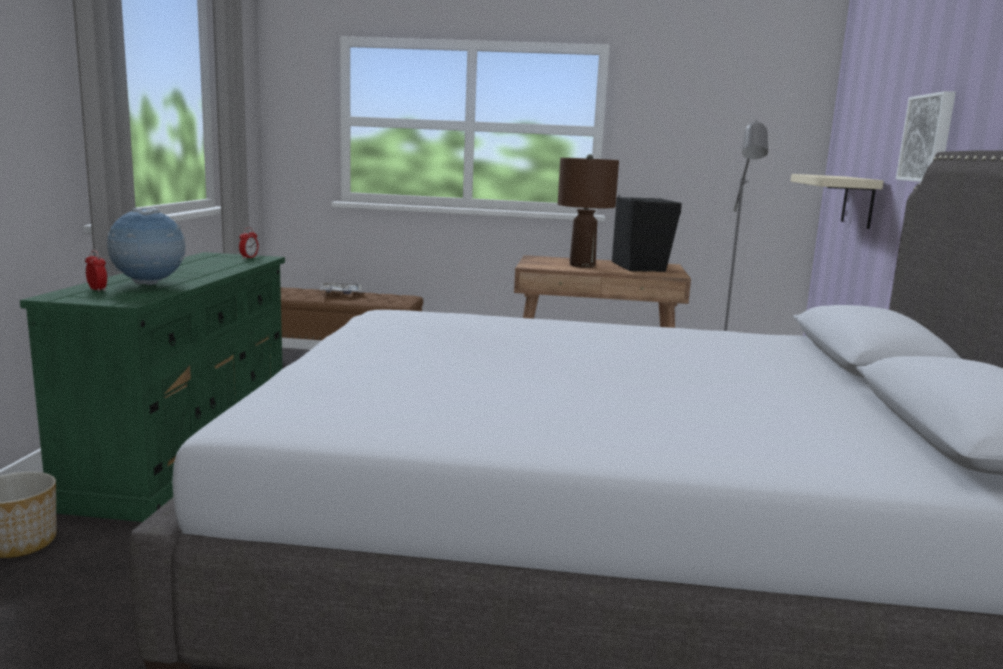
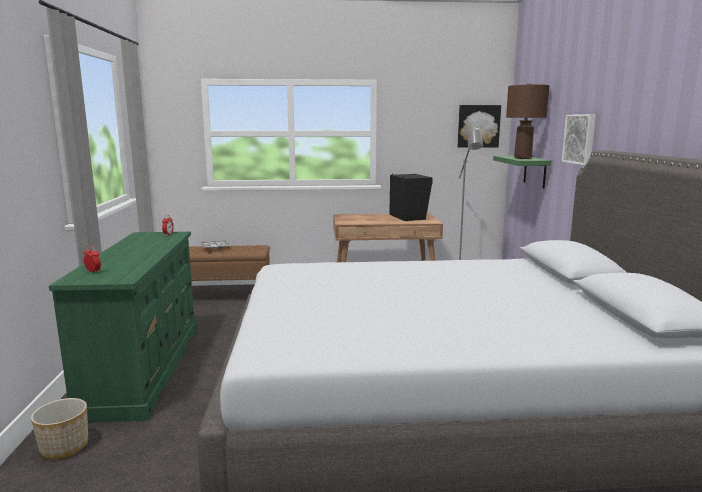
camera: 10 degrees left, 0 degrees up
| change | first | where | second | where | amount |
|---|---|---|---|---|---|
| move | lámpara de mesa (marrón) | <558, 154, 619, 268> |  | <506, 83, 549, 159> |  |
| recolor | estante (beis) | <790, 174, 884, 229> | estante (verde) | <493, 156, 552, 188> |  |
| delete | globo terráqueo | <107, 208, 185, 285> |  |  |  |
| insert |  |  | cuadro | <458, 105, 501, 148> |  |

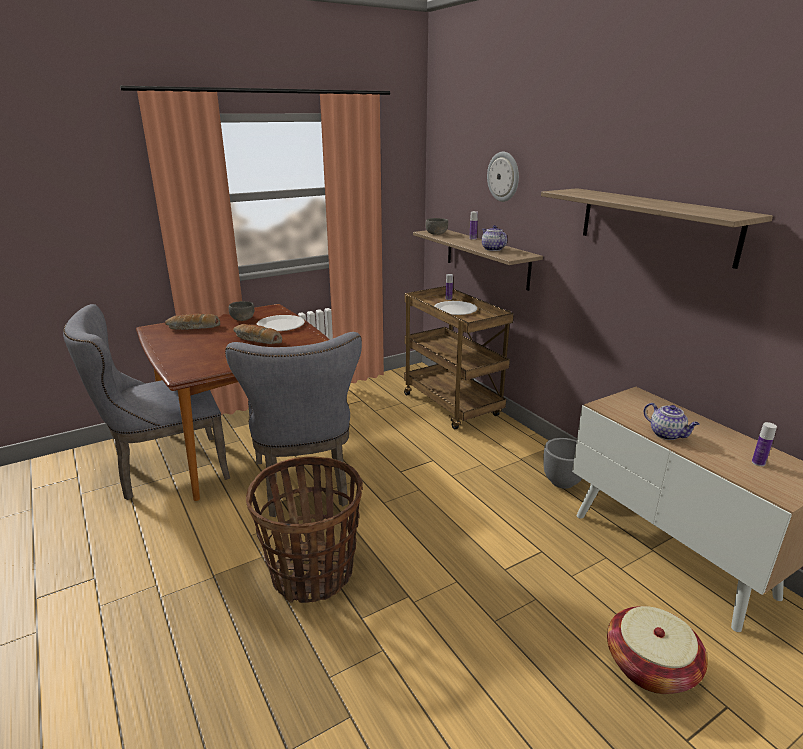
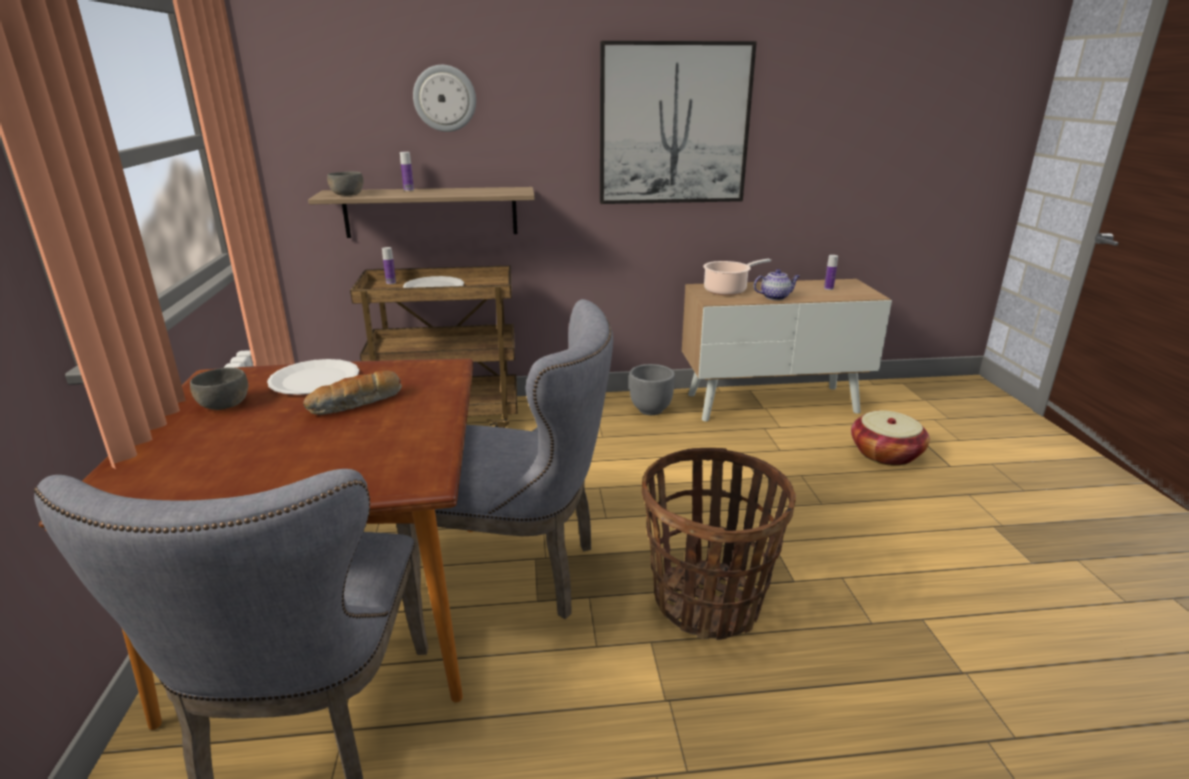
camera: 65 degrees left, 0 degrees up
| change | first | where | second | where | amount |
|---|---|---|---|---|---|
| replace | estante | <541, 188, 773, 269> | cuadro | <600, 41, 757, 204> |  |
| delete | tetera | <482, 225, 507, 251> |  |  |  |
| delete | pan | <165, 313, 220, 330> |  |  |  |
| insert |  |  | olla | <703, 259, 771, 296> |  |

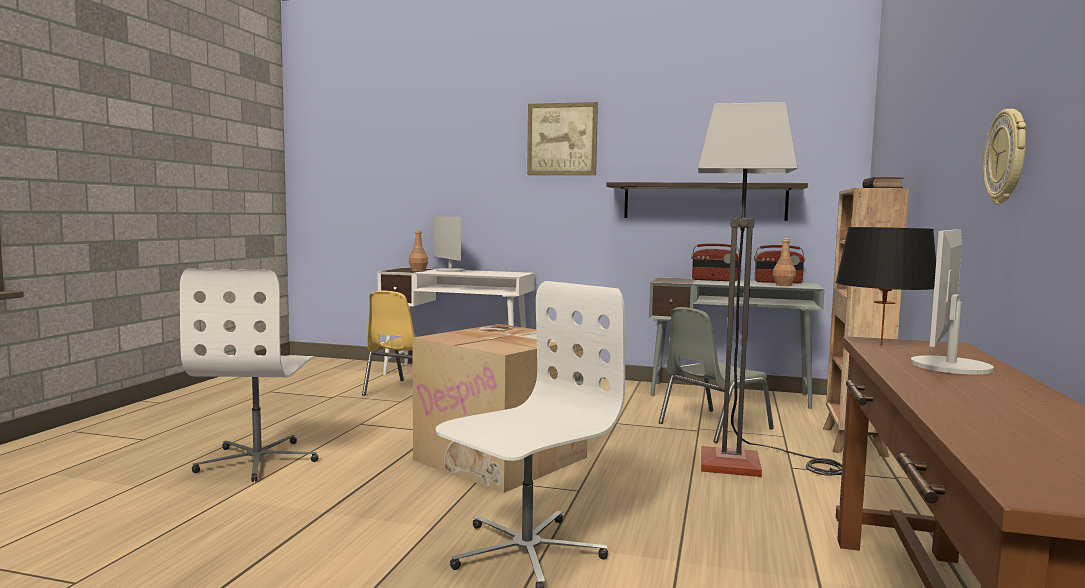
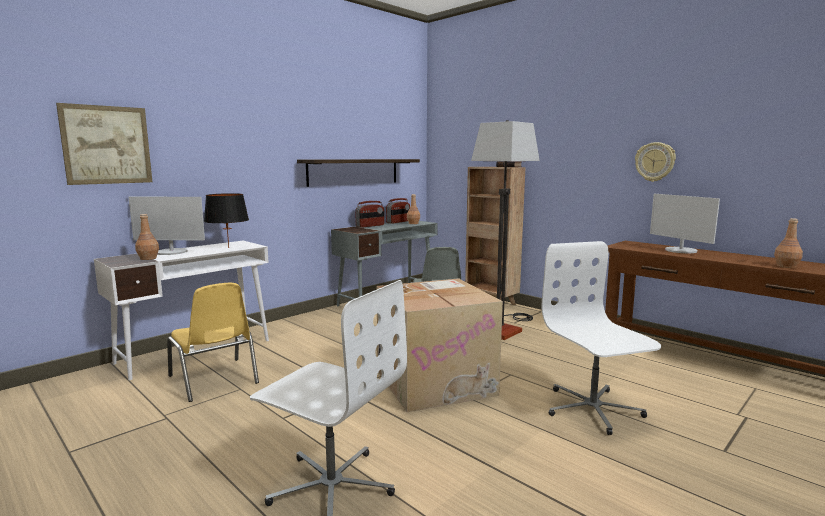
camera: 60 degrees left, 5 degrees up
| change | first | where | second | where | amount |
|---|---|---|---|---|---|
| move | cuadro | <527, 102, 598, 175> |  | <56, 103, 152, 185> |  |
| move | lámpara de mesa (negro) | <835, 227, 936, 346> |  | <204, 193, 249, 248> |  |
| insert |  |  | botella (marrón) | <774, 218, 803, 268> |  |

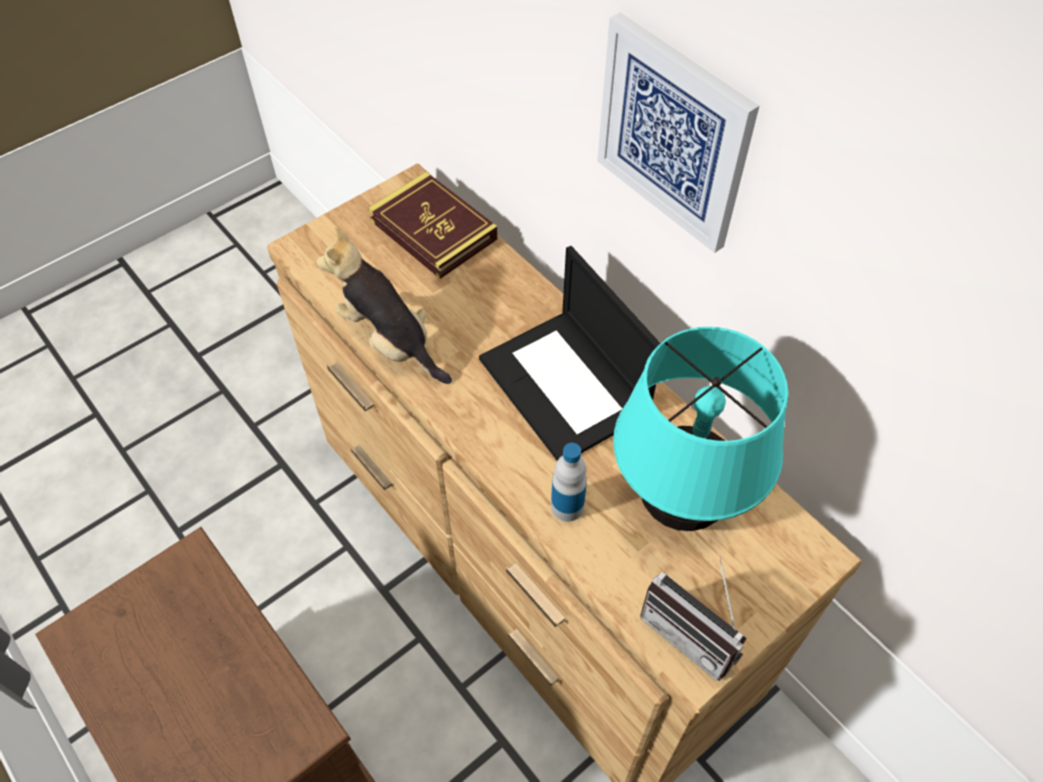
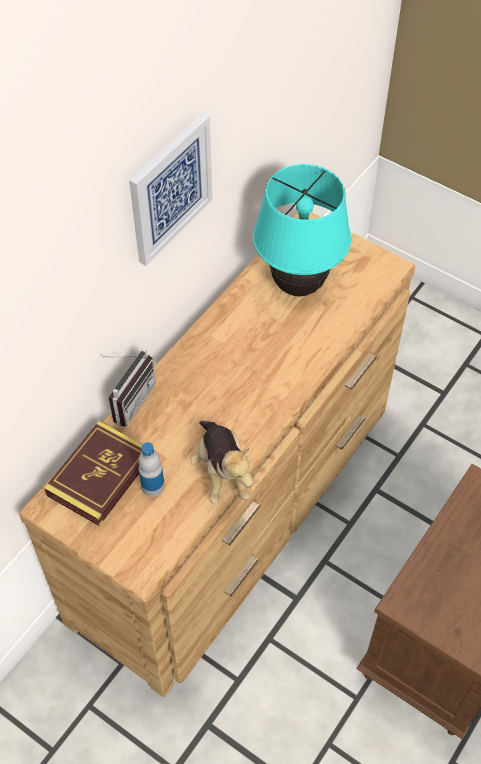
camera: 105 degrees left, 0 degrees up
| change | first | where | second | where | amount |
|---|---|---|---|---|---|
| rotate | peluche | <317, 228, 452, 384> |  | <190, 421, 253, 504> | 45 degrees counterclockwise |
| delete | portátil | <479, 246, 660, 461> |  |  |  |
| move | botella | <551, 443, 587, 522> |  | <138, 442, 165, 497> |  |
| move | radio | <640, 557, 746, 681> |  | <103, 349, 156, 427> |  |

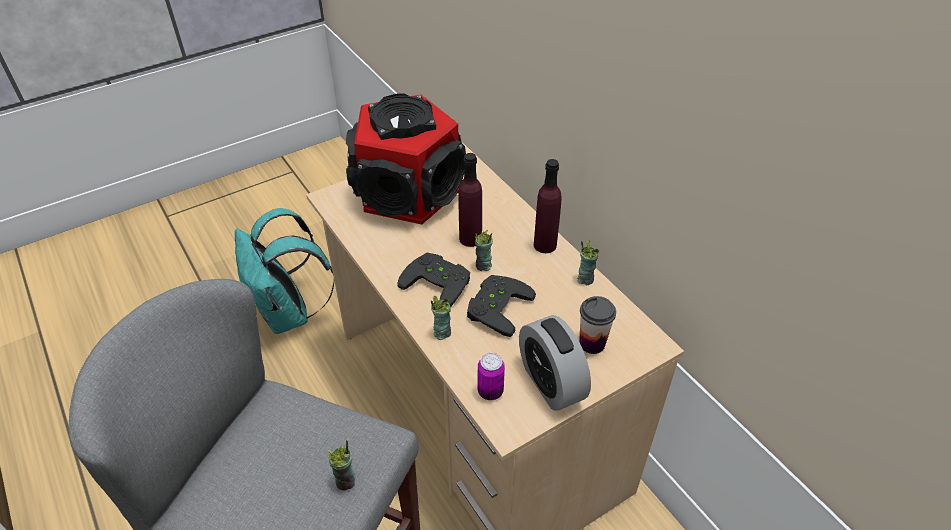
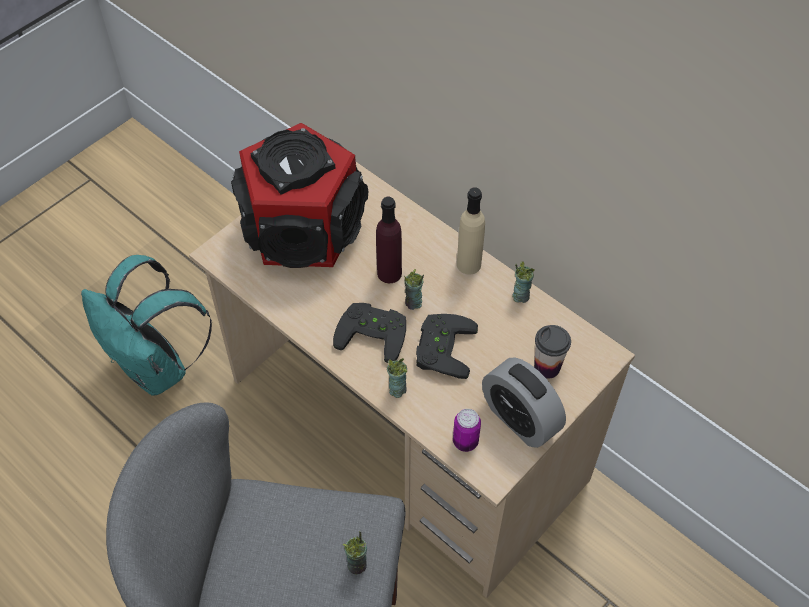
camera: 15 degrees left, 10 degrees up
| change | first | where | second | where | amount |
|---|---|---|---|---|---|
| recolor | botella (morado) | <534, 159, 562, 253> | botella (beis) | <457, 187, 485, 275> |  |

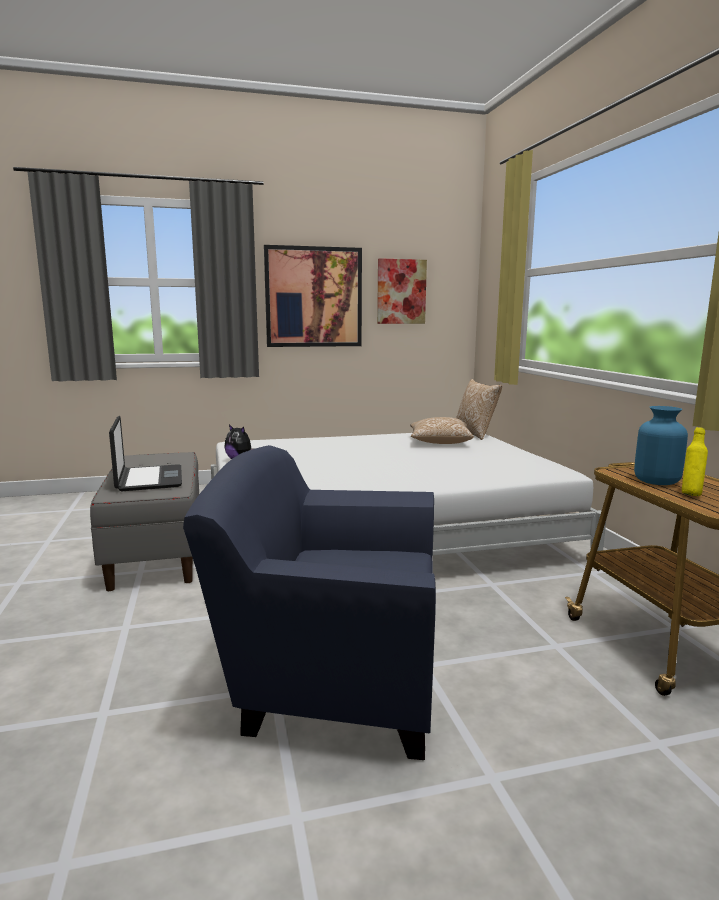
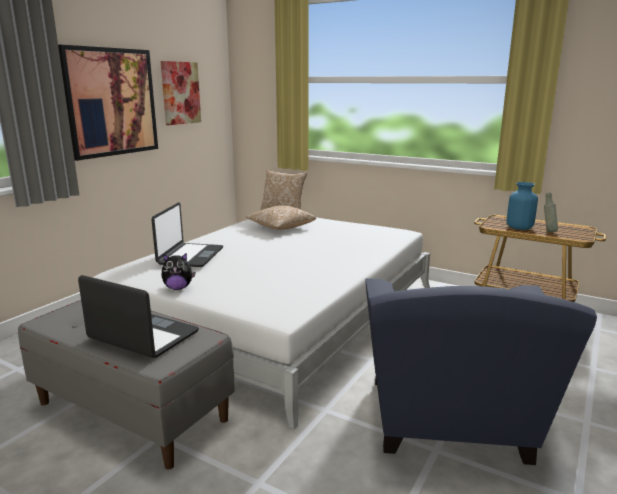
camera: 45 degrees left, 5 degrees up
| change | first | where | second | where | amount |
|---|---|---|---|---|---|
| recolor | botella (amarillo) | <682, 427, 708, 496> | botella (gris) | <544, 193, 558, 232> |  |
| rotate | sillón (azul) | <183, 445, 436, 760> |  | <366, 278, 597, 465> | 45 degrees counterclockwise |
| insert |  |  | portátil | <152, 203, 223, 267> |  |

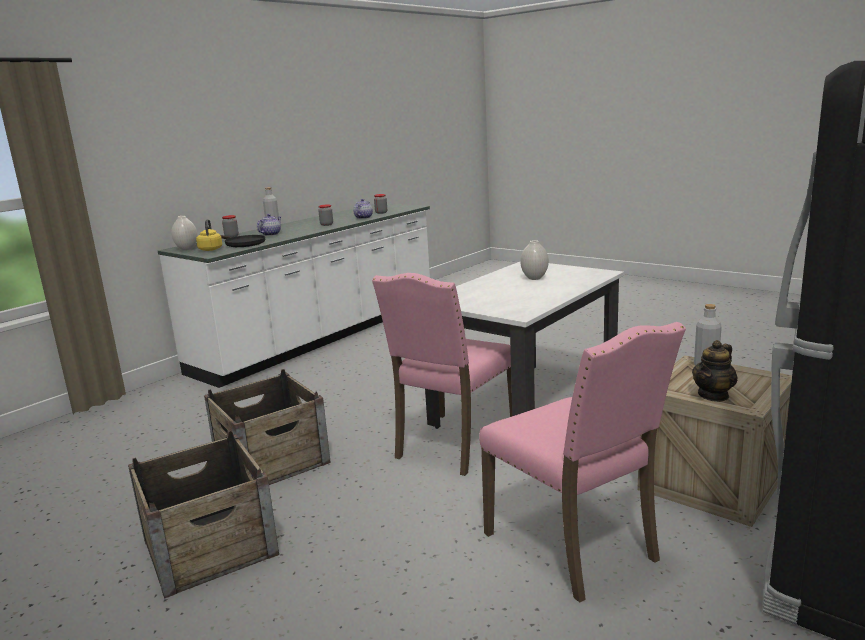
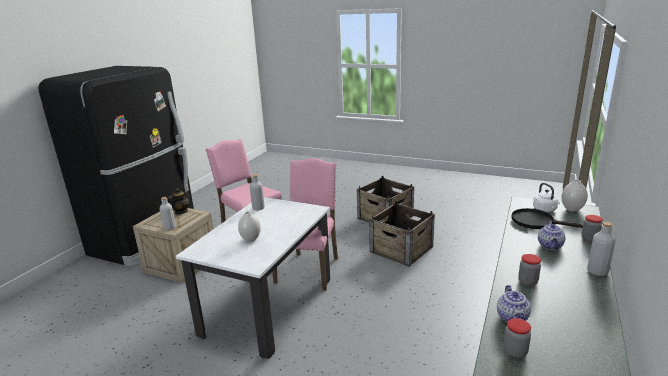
camera: 165 degrees right, 5 degrees up
| change | first | where | second | where | amount |
|---|---|---|---|---|---|
| recolor | hervidor (amarillo) | <196, 219, 222, 251> | hervidor (blanco) | <533, 183, 560, 212> |  |
| insert |  |  | botella (gris) | <250, 175, 265, 210> |  |

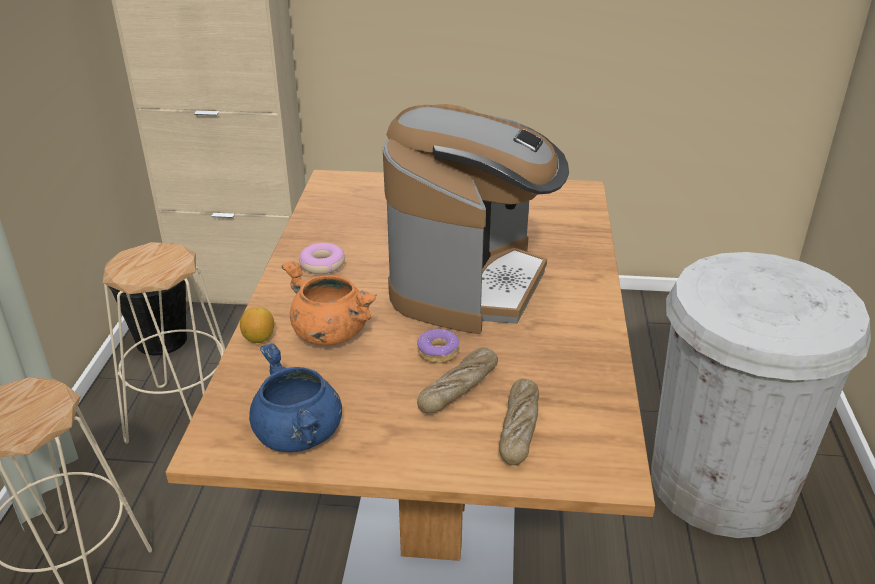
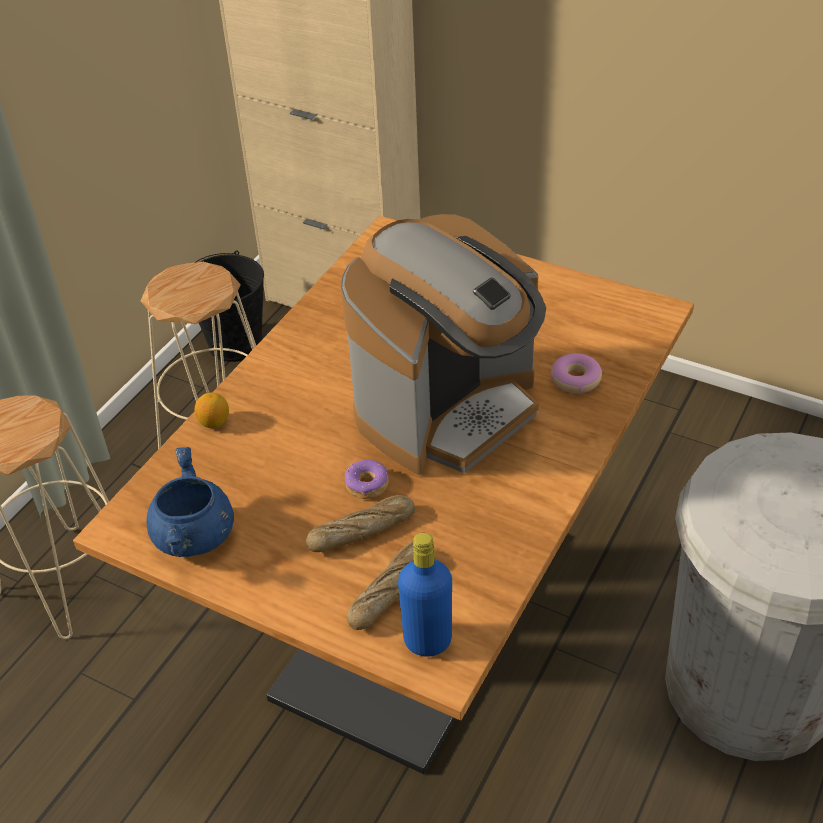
camera: 25 degrees right, 10 degrees up
| change | first | where | second | where | amount |
|---|---|---|---|---|---|
| move | rosquilla | <299, 243, 345, 274> |  | <551, 353, 602, 393> |  |
| delete | olla (naranja) | <282, 261, 377, 346> |  |  |  |
| insert |  |  | botella (azul) | <398, 533, 452, 657> |  |

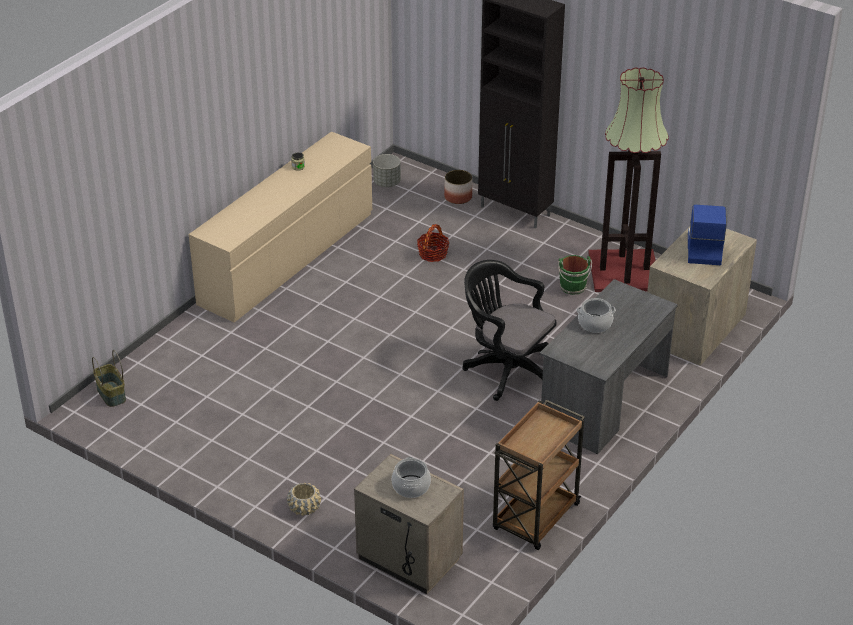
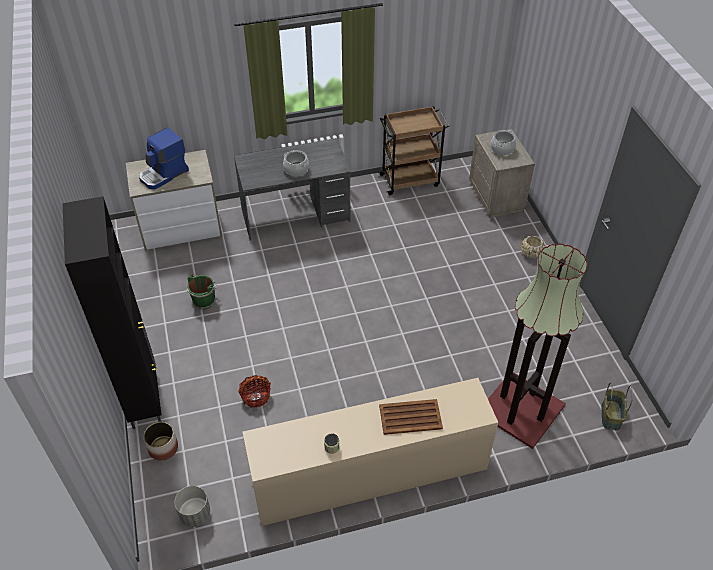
camera: 140 degrees left, 10 degrees up
| change | first | where | second | where | amount |
|---|---|---|---|---|---|
| move | lámpara de pie | <588, 67, 668, 292> |  | <488, 243, 587, 449> |  |
| delete | silla de oficina (negro) | <462, 260, 556, 401> |  |  |  |
| insert |  |  | bandeja (marrón) | <379, 399, 443, 435> |  |

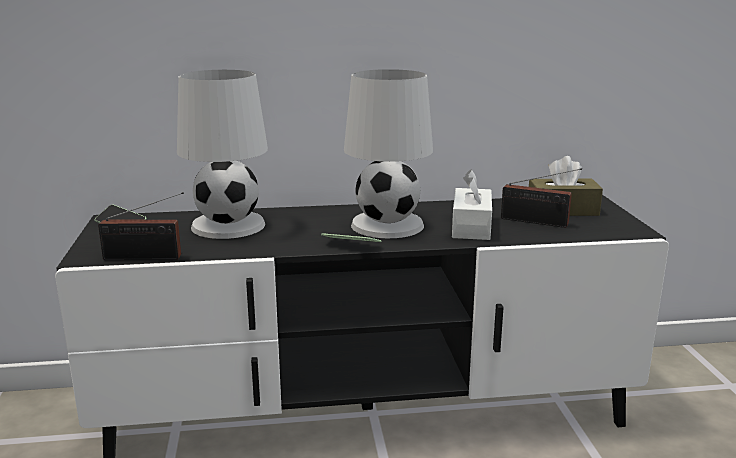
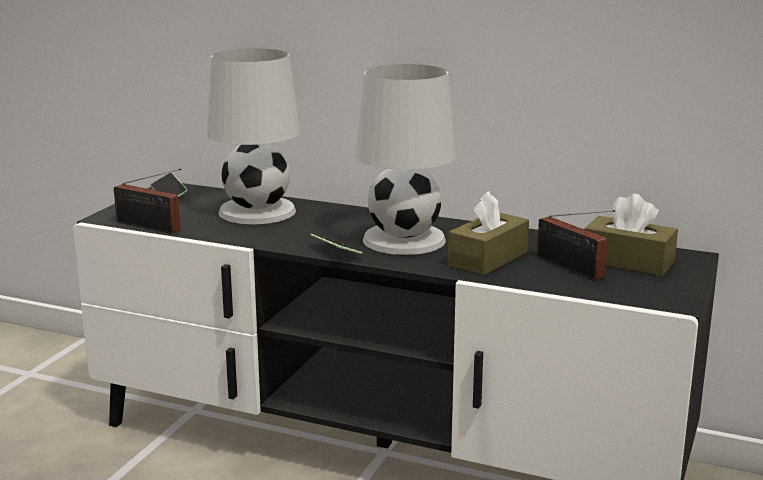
camera: 30 degrees right, 0 degrees up
| change | first | where | second | where | amount |
|---|---|---|---|---|---|
| recolor | caja de pañuelos (blanco) | <452, 170, 492, 240> | caja de pañuelos (marrón) | <448, 191, 529, 275> |  |

